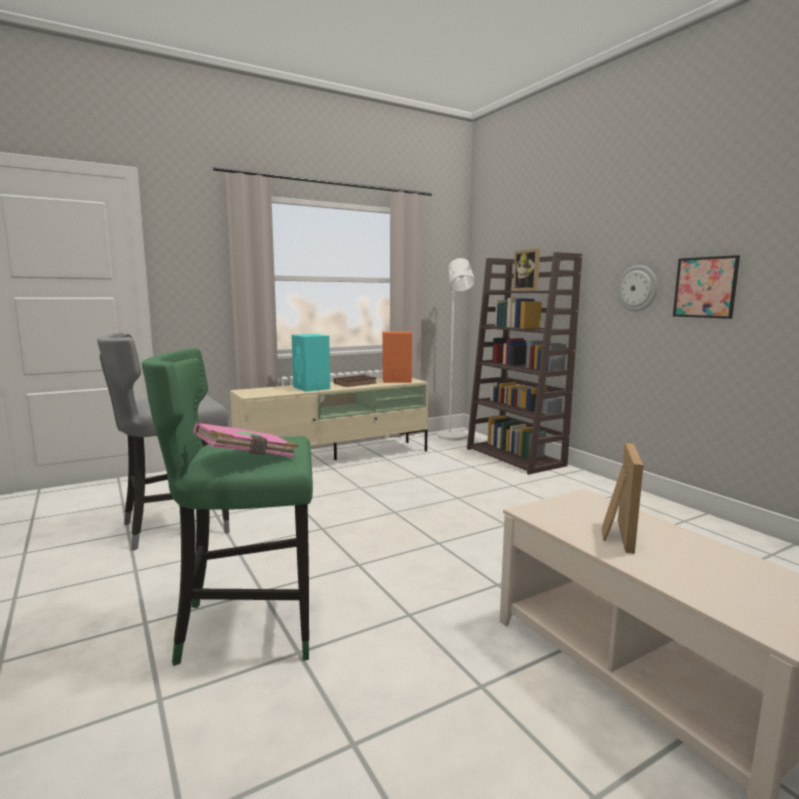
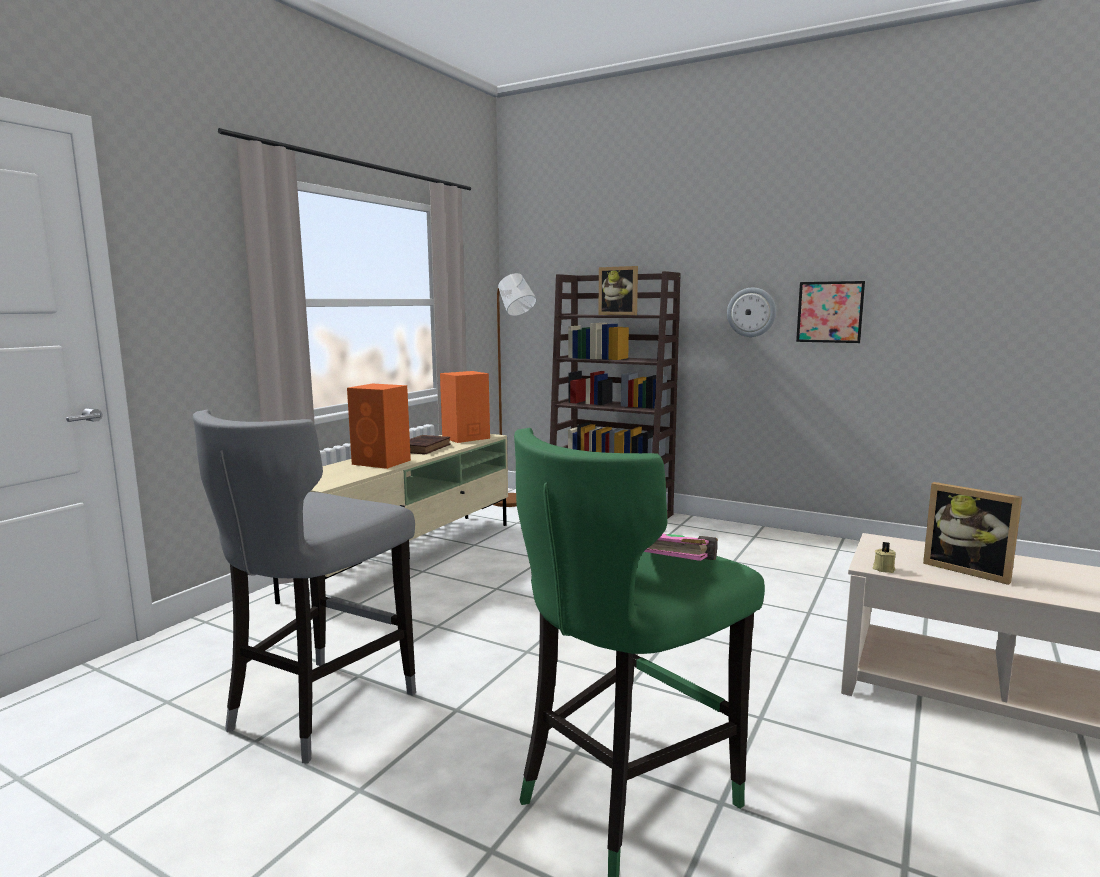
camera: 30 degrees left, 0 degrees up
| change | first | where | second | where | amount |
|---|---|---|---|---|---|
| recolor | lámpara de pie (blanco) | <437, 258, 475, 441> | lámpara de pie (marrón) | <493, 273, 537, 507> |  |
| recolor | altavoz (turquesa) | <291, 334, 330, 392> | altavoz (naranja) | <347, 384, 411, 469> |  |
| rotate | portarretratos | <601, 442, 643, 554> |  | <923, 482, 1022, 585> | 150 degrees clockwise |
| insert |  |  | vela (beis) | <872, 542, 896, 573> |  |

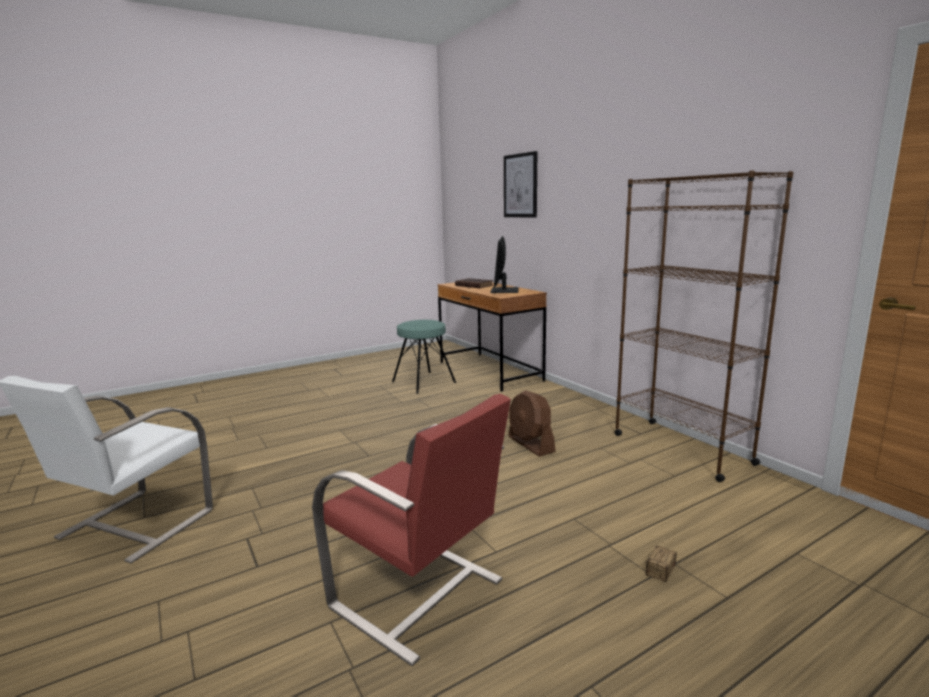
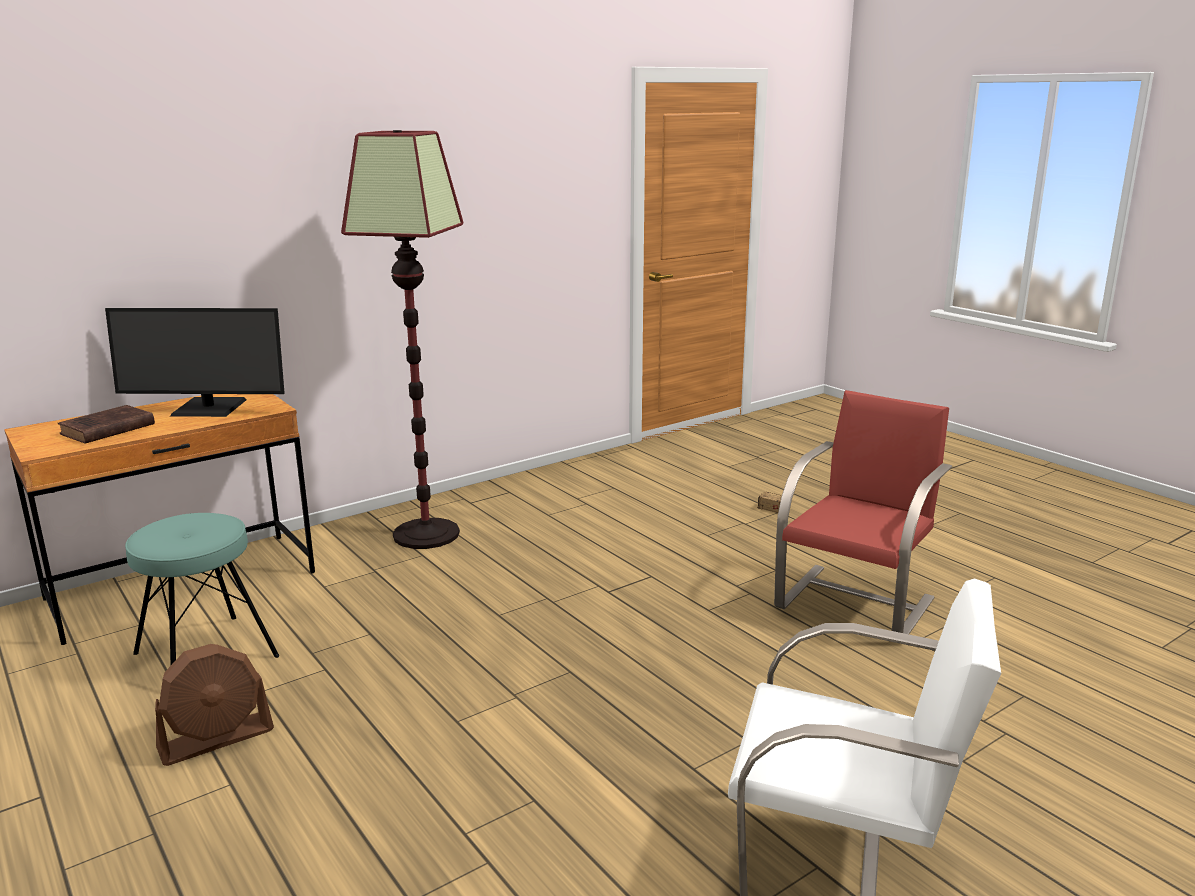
camera: 95 degrees left, 5 degrees up
| change | first | where | second | where | amount |
|---|---|---|---|---|---|
| delete | cuadro | <504, 151, 537, 218> |  |  |  |
| delete | estantería (marrón) | <614, 170, 793, 482> |  |  |  |
| move | ventilador (marrón) | <508, 390, 556, 457> |  | <155, 644, 274, 766> |  |
| insert |  |  | lámpara de pie | <341, 130, 463, 549> |  |

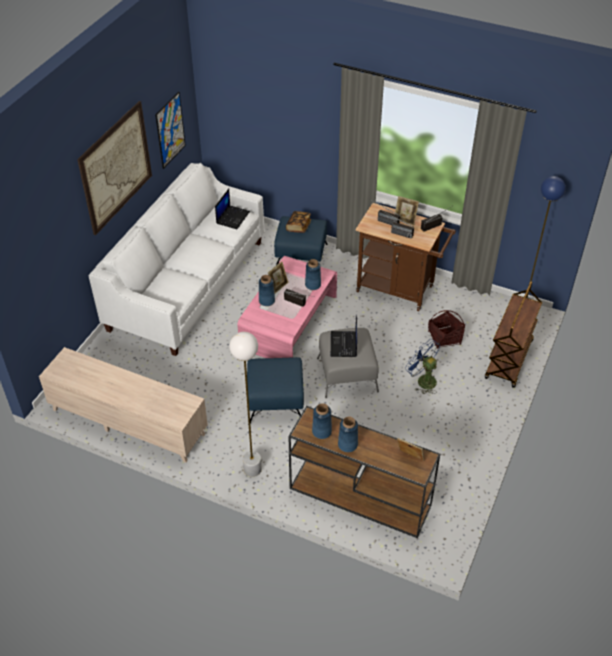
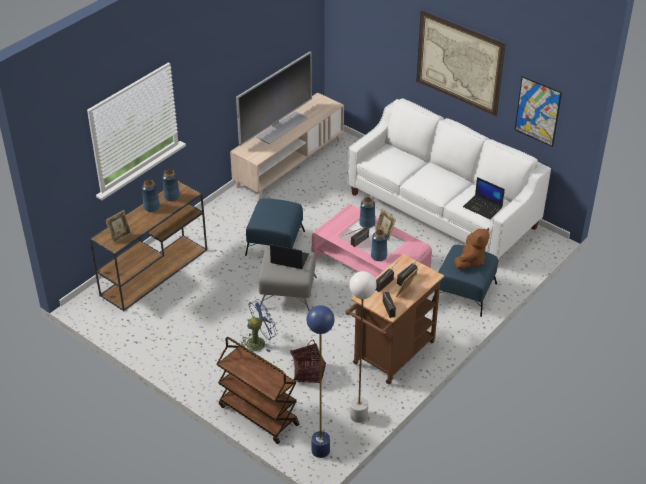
camera: 105 degrees right, 5 degrees down
| change | first | where | second | where | amount |
|---|---|---|---|---|---|
| replace | libro | <286, 211, 311, 233> | peluche (marrón) | <454, 228, 489, 269> |  |
| move | lámpara de pie (blanco) | <229, 332, 262, 477> |  | <349, 271, 377, 423> |  |
| insert |  |  | televisor | <236, 52, 312, 146> |  |

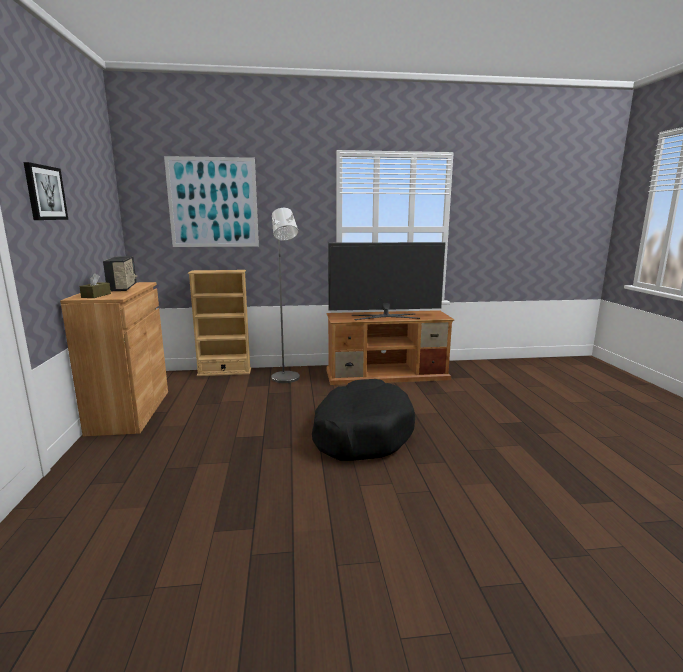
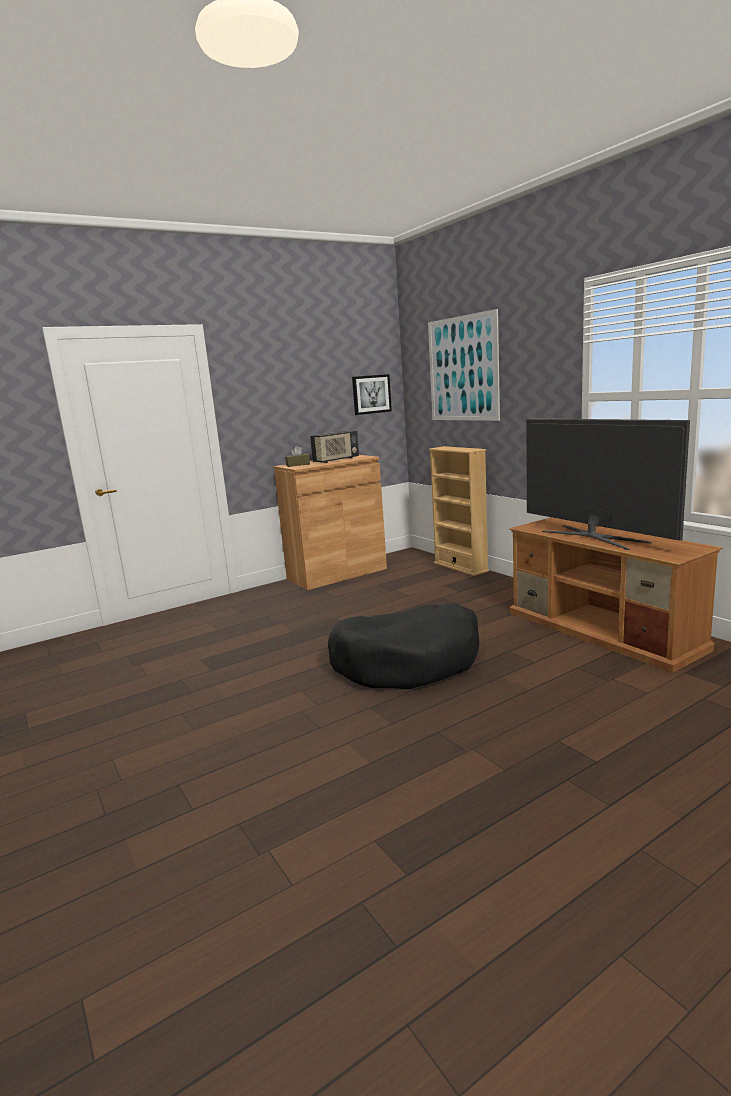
camera: 65 degrees right, 0 degrees up
| change | first | where | second | where | amount |
|---|---|---|---|---|---|
| move | cuadro | <24, 162, 68, 220> |  | <352, 374, 392, 415> |  |
| delete | lámpara de pie (gris) | <271, 208, 300, 383> |  |  |  |

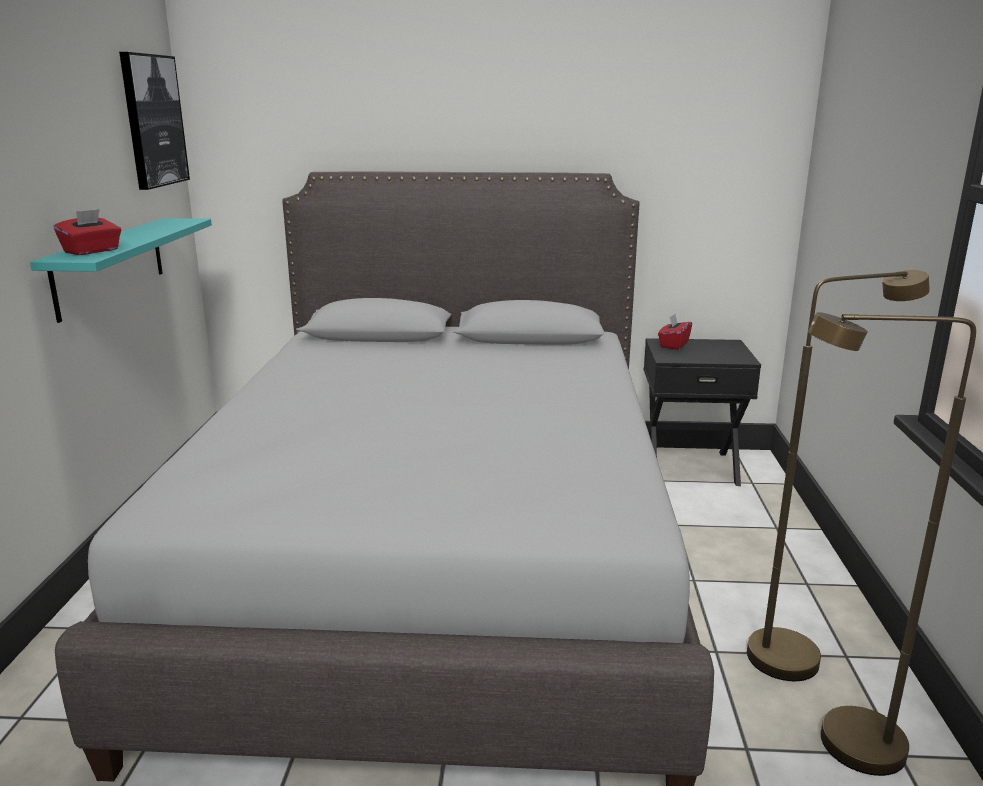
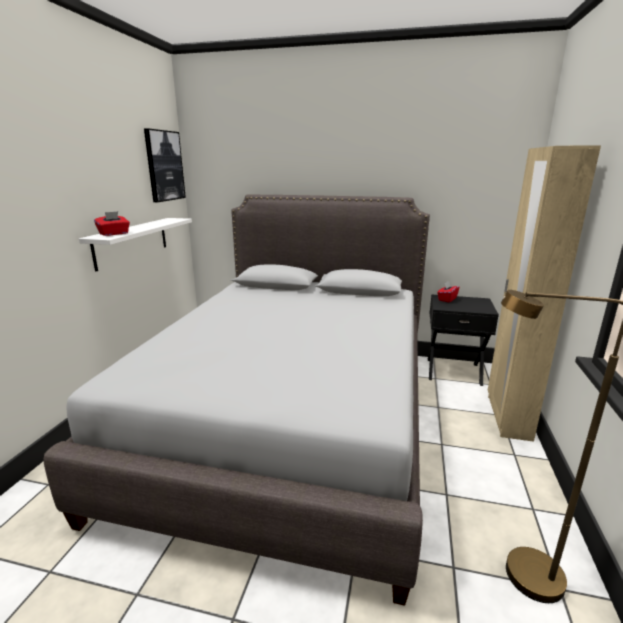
camera: 10 degrees right, 0 degrees up
| change | first | where | second | where | amount |
|---|---|---|---|---|---|
| recolor | estante (turquesa) | <30, 218, 212, 323> | estante (blanco) | <79, 218, 192, 272> |  |
| delete | lámpara de pie (marrón) | <747, 270, 930, 681> |  |  |  |
| insert |  |  | armario ropero (beis) | <488, 145, 601, 442> |  |

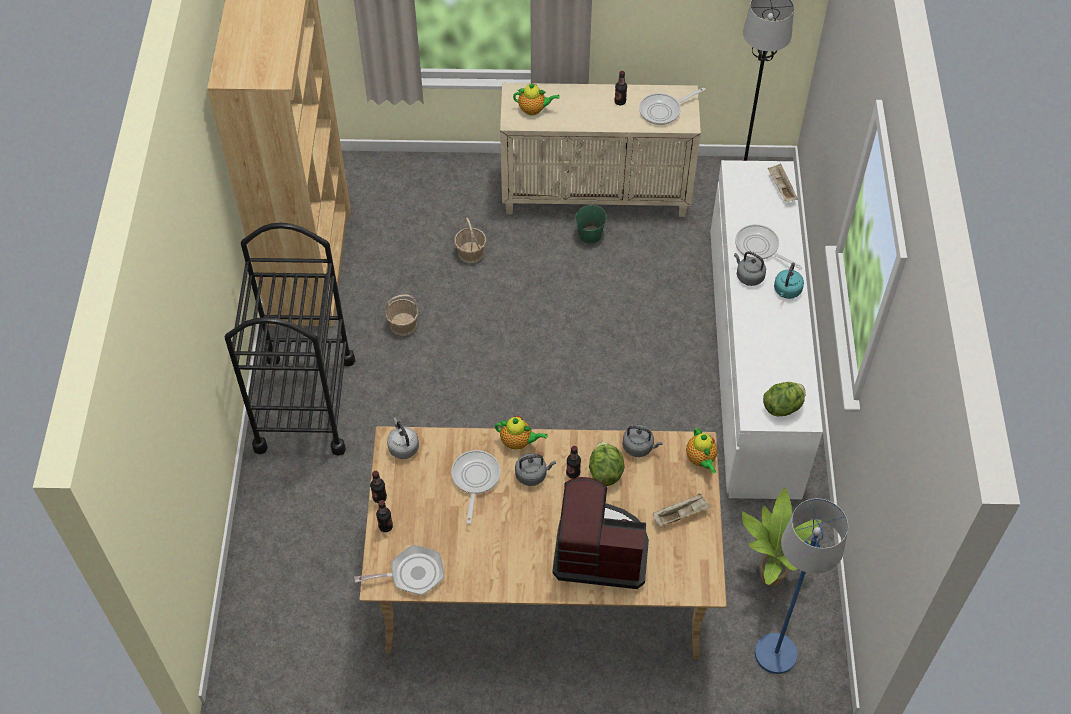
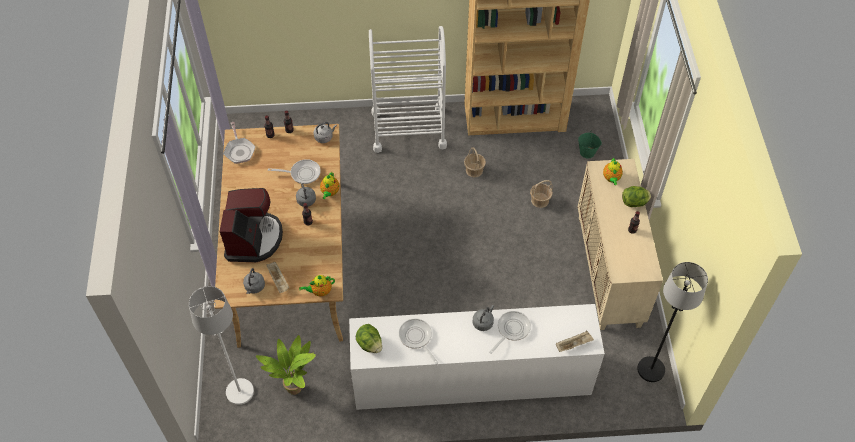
camera: 85 degrees right, 0 degrees up
| change | first | where | second | where | amount |
|---|---|---|---|---|---|
| move | sartén | <639, 88, 706, 125> |  | <399, 319, 438, 364> |  |
| move | cubo (verde) | <575, 204, 607, 244> |  | <578, 130, 602, 158> |  |
| recolor | carrito (negro) | <225, 223, 355, 456> | carrito (blanco) | <369, 26, 447, 153> |  |
| delete | hervidor (turquesa) | <774, 263, 804, 299> |  |  |  |
| move | hervidor (gris) | <623, 425, 663, 457> |  | <243, 268, 265, 294> |  |
| move | lechuga | <589, 442, 624, 486> |  | <622, 186, 651, 207> |  |
| recolor | lámpara de pie (azul) | <755, 499, 848, 674> | lámpara de pie (blanco) | <189, 286, 254, 405> |  |

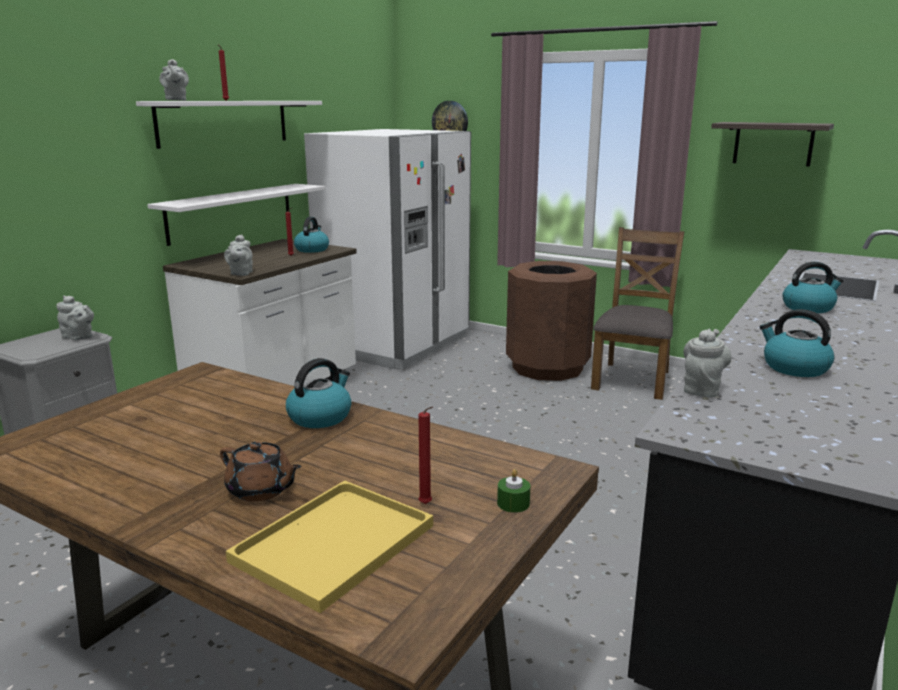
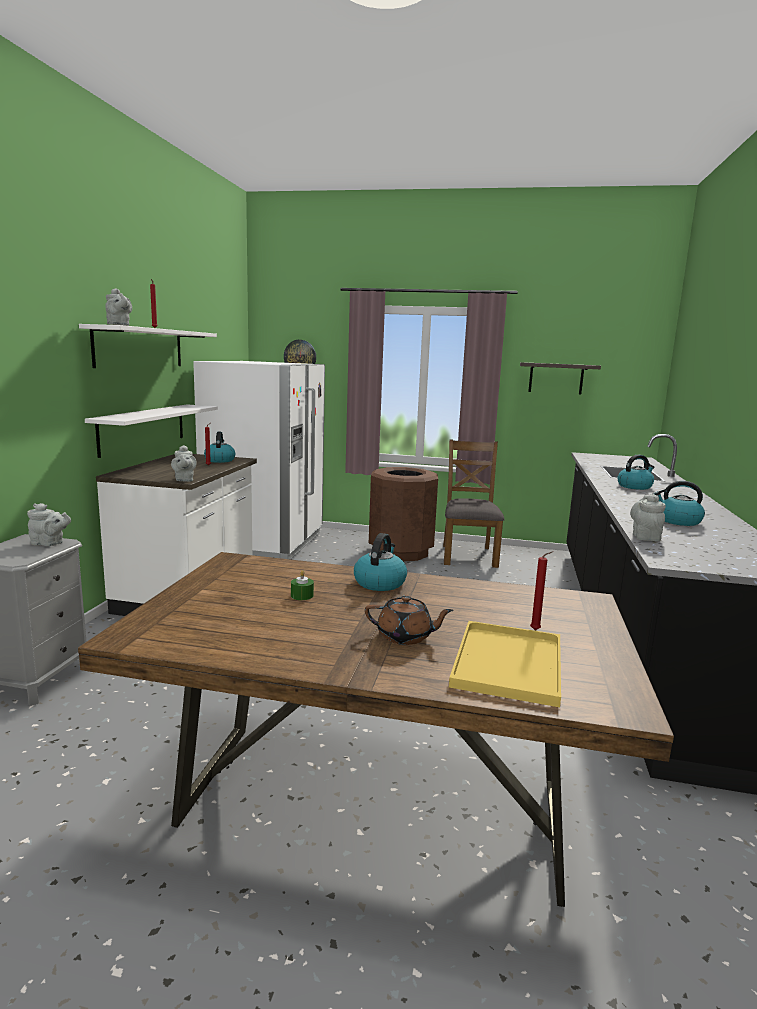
camera: 20 degrees left, 5 degrees down
| change | first | where | second | where | amount |
|---|---|---|---|---|---|
| move | vela (verde) | <497, 469, 530, 513> |  | <291, 570, 314, 600> |  |

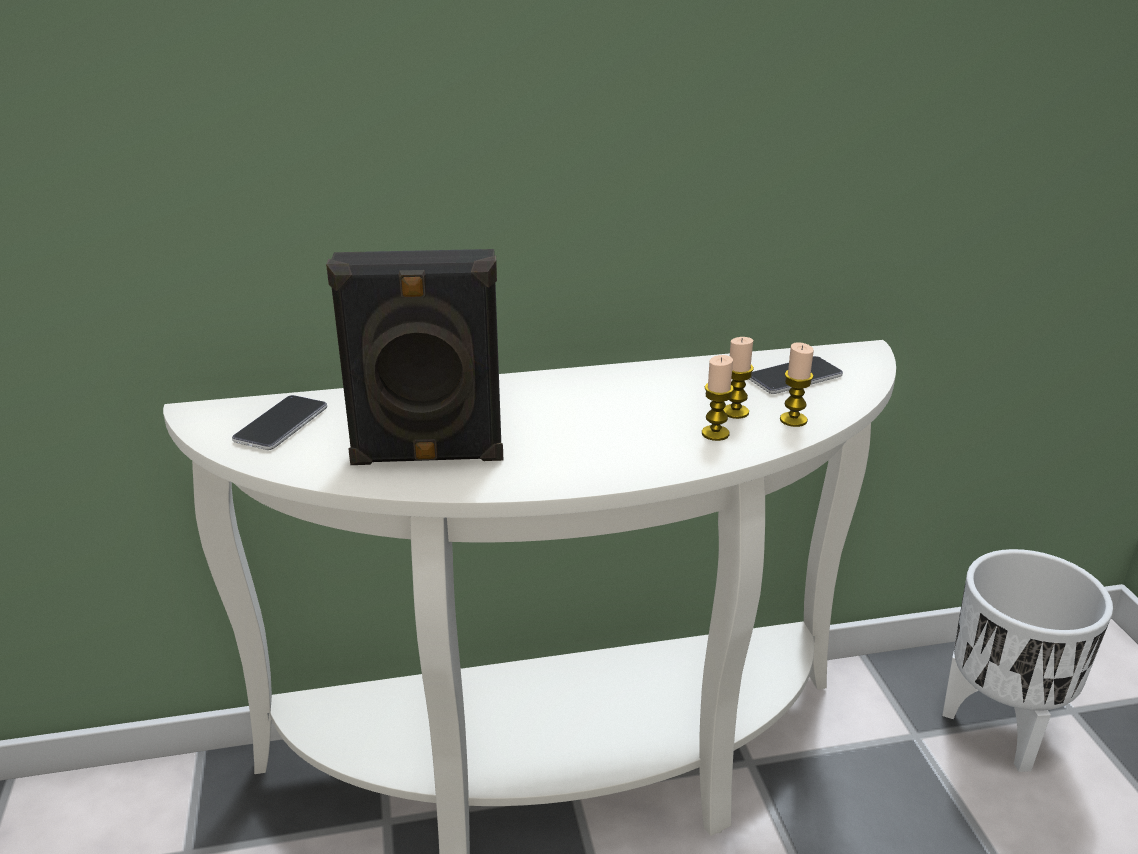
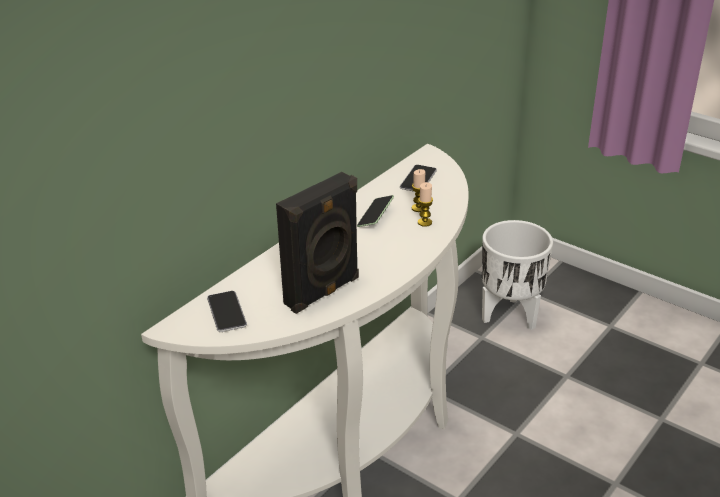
camera: 40 degrees left, 5 degrees up
| change | first | where | second | where | amount |
|---|---|---|---|---|---|
| delete | vela | <780, 342, 814, 427> |  |  |  |
| insert |  |  | móvil | <357, 195, 394, 227> |  |

